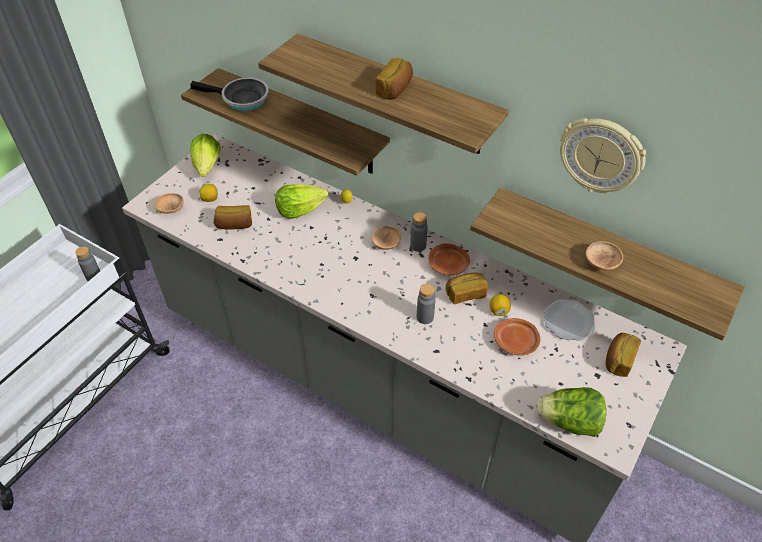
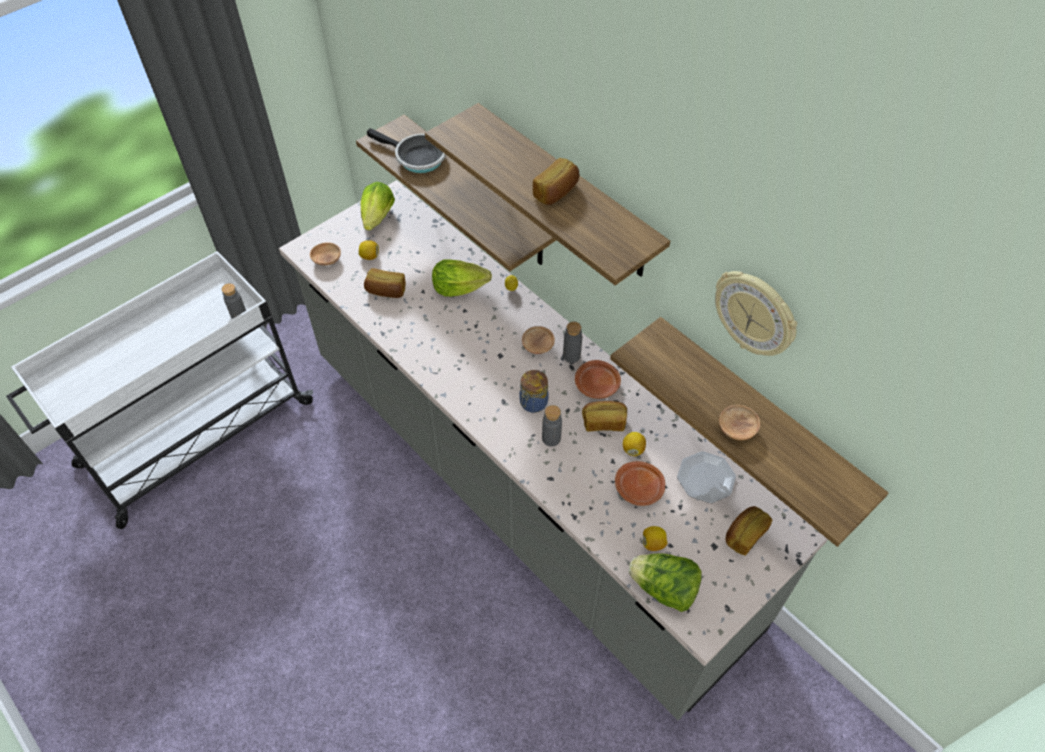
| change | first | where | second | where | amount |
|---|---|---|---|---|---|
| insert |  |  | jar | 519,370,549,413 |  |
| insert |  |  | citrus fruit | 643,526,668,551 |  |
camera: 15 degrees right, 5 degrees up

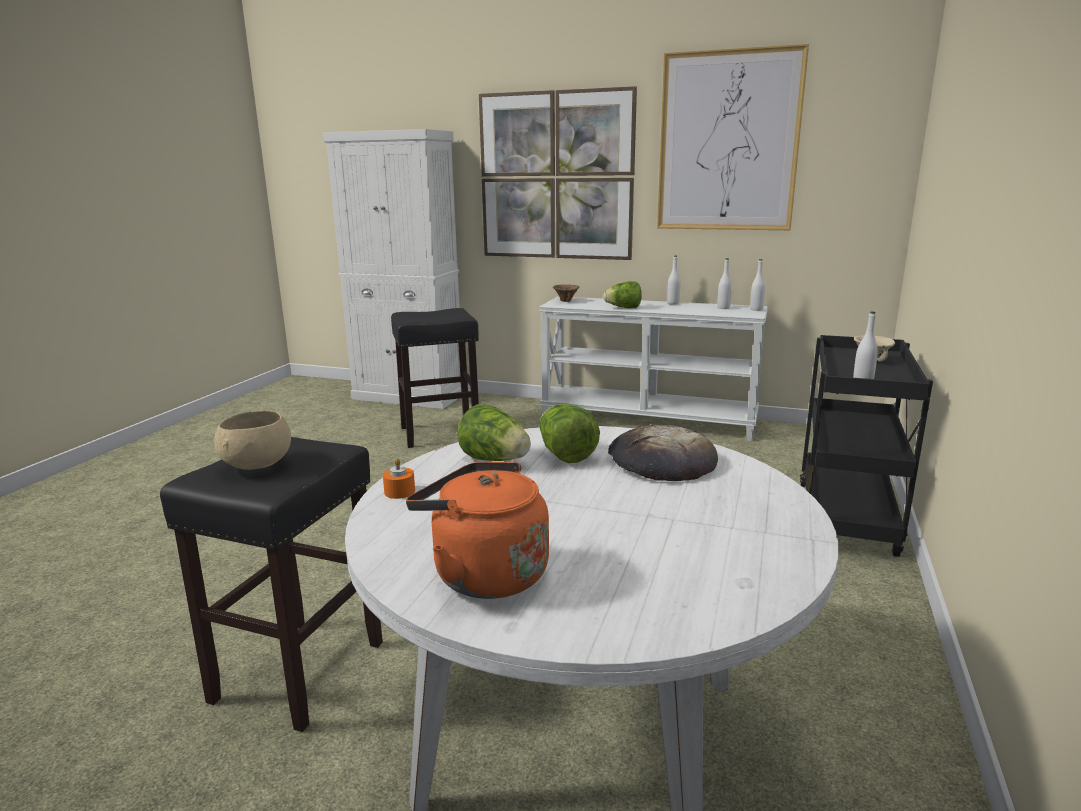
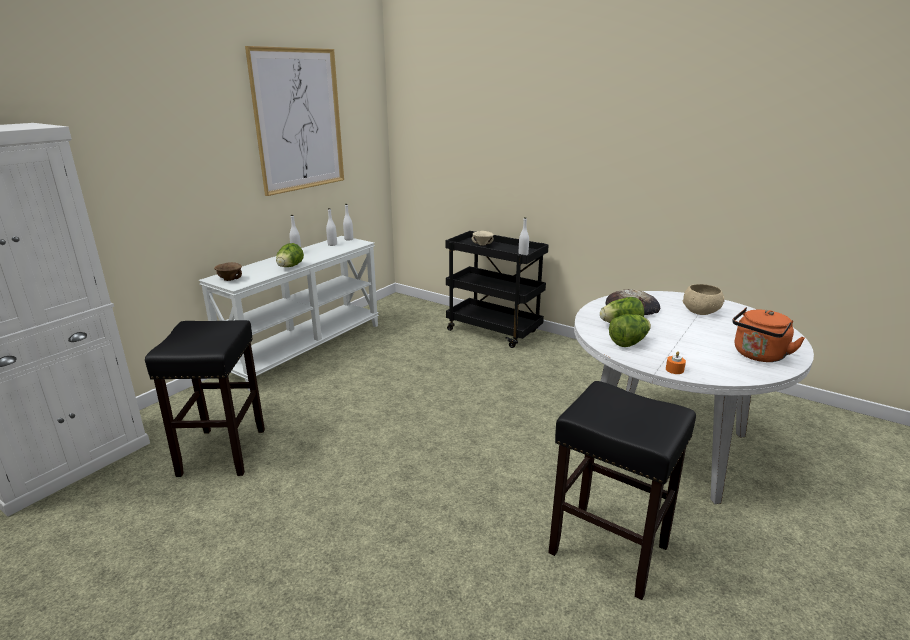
| change | first | where | second | where | amount |
|---|---|---|---|---|---|
| move | beige-coloured serving bowl | 214,411,291,470 |  | 683,284,725,315 |  |
| delete | wall art | 479,86,637,260 |  |  |  |
camera: 75 degrees left, 5 degrees up

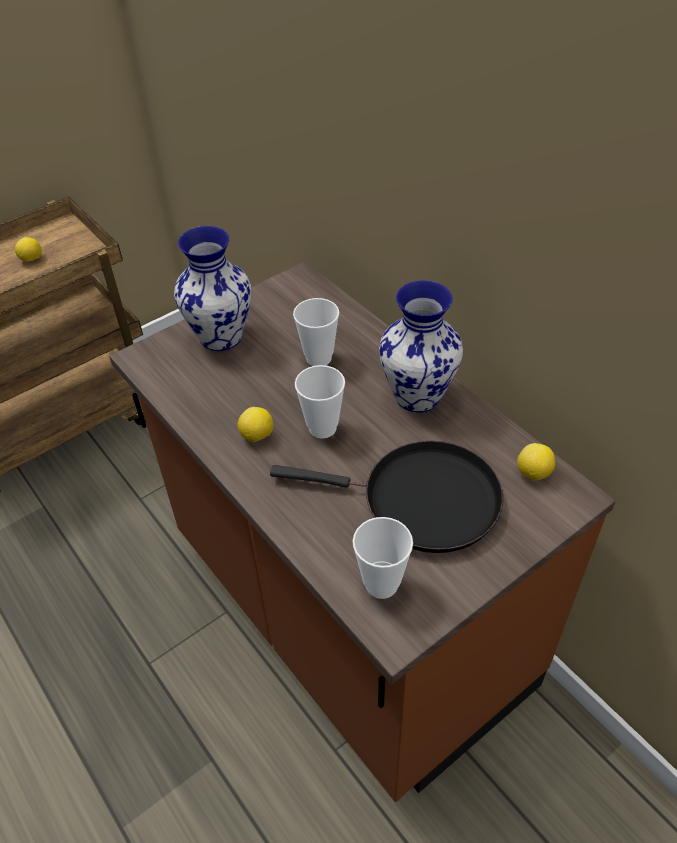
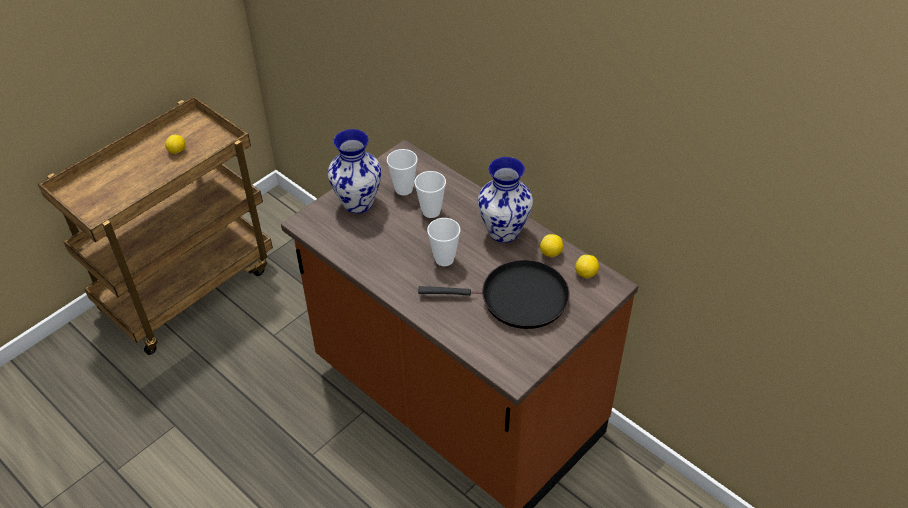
| change | first | where | second | where | amount |
|---|---|---|---|---|---|
| move | citrus fruit | 238,407,273,442 |  | 540,234,563,258 |  |
| move | drinking cup | 353,517,413,599 |  | 387,149,418,195 |  |
camera: 10 degrees left, 0 degrees up

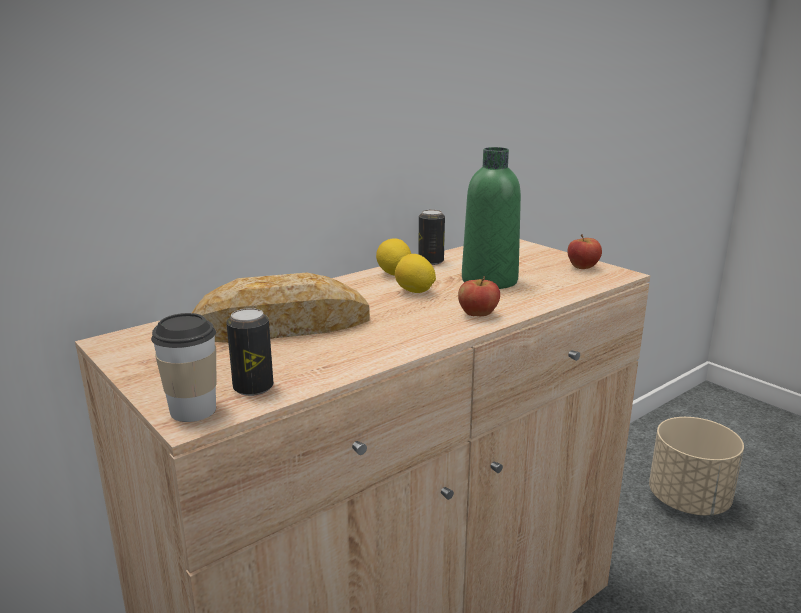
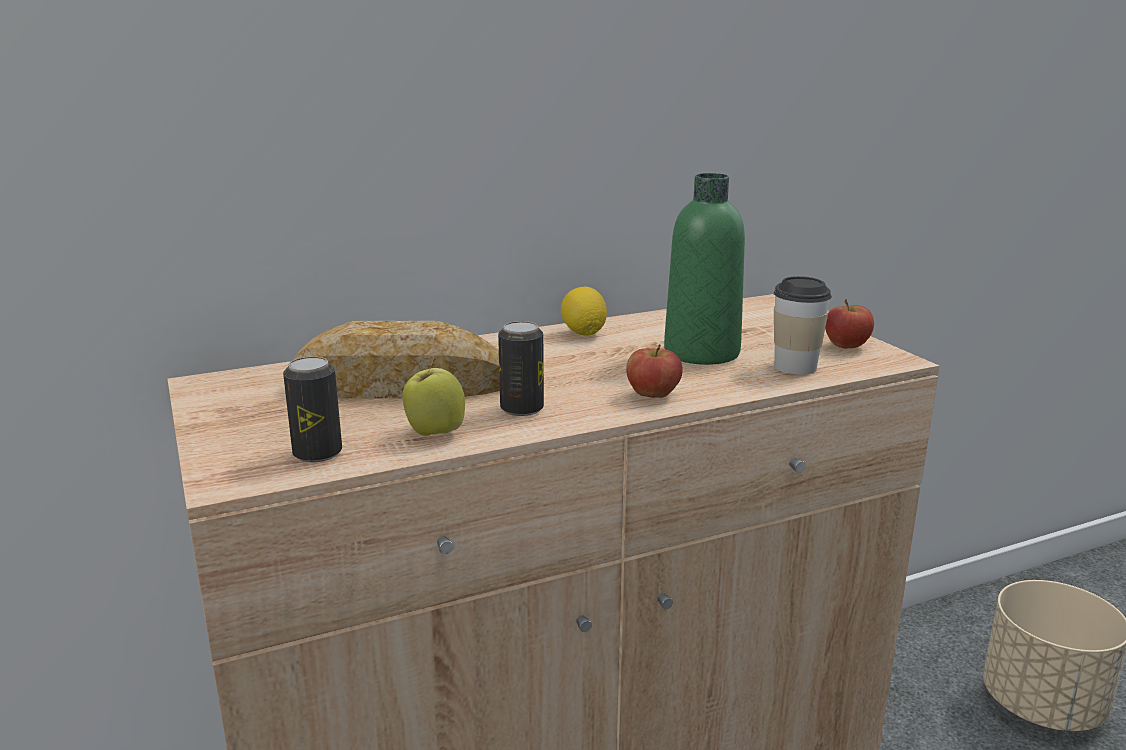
| change | first | where | second | where | amount |
|---|---|---|---|---|---|
| move | drinking cup | 151,313,216,422 |  | 774,276,832,375 |  |
| delete | citrus fruit | 395,254,436,293 |  |  |  |
| move | sealed can | 418,210,445,265 |  | 498,321,544,416 |  |
| insert |  |  | apple fruit | 402,358,465,436 |  |
camera: 15 degrees right, 0 degrees up

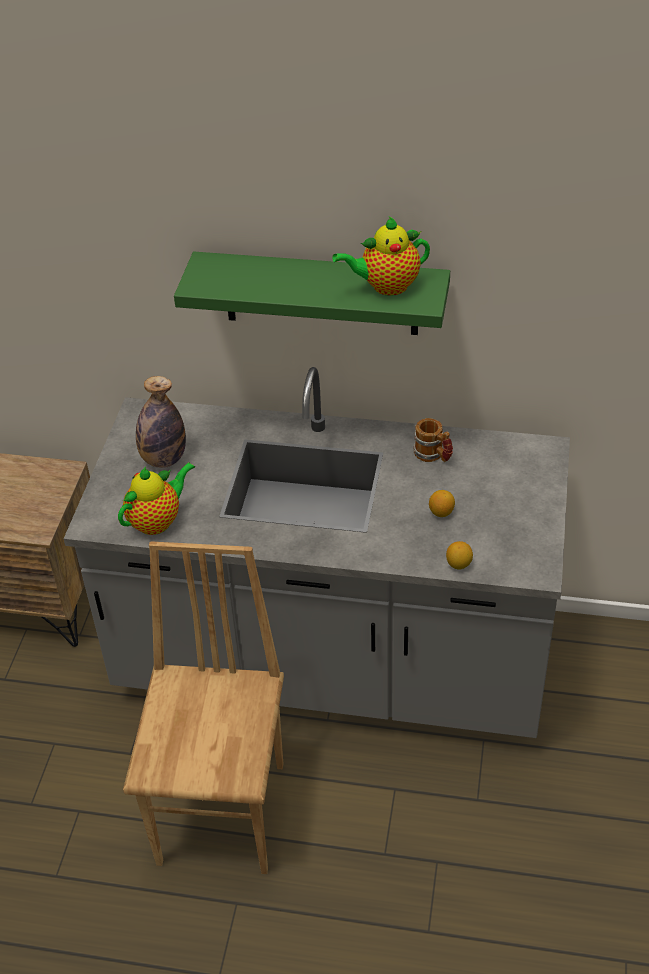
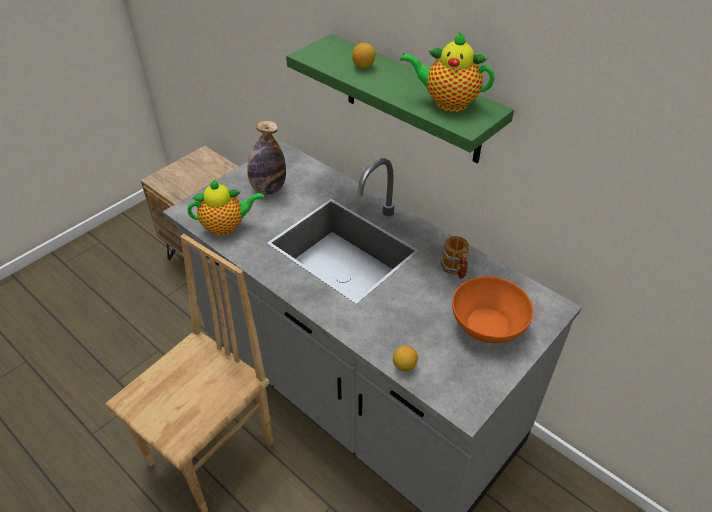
| change | first | where | second | where | amount |
|---|---|---|---|---|---|
| move | citrus fruit | 429,490,455,517 |  | 352,43,375,69 |  |
| insert |  |  | orange serving bowl | 452,276,533,343 |  |
camera: 30 degrees right, 0 degrees up

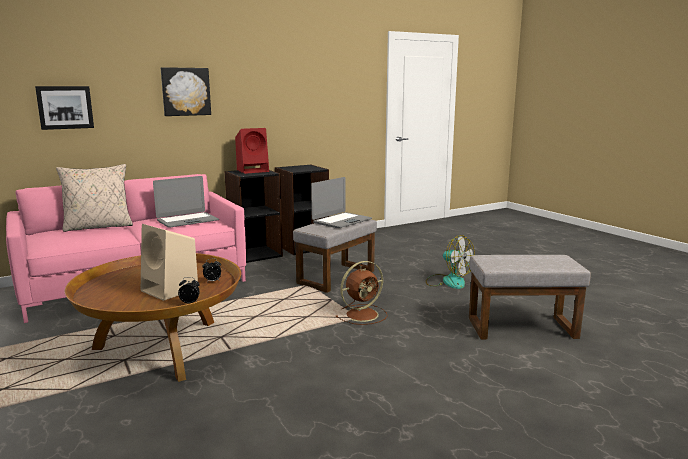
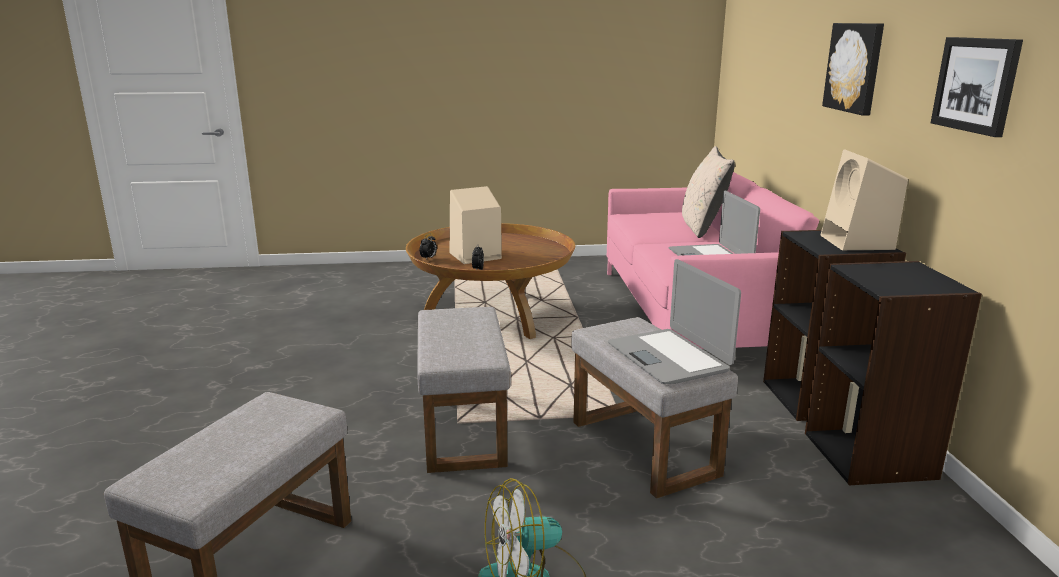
| change | first | where | second | where | amount |
|---|---|---|---|---|---|
| move | wall art | 35,86,94,130 |  | 931,37,1023,137 |  |
| recolor | red-coloured speaker | 235,128,269,174 | beige-coloured speaker | 821,149,908,250 |  |
| replace | brown cooling fan | 335,261,388,325 | gray footrest | 417,307,511,473 |  |
camera: 115 degrees right, 5 degrees up

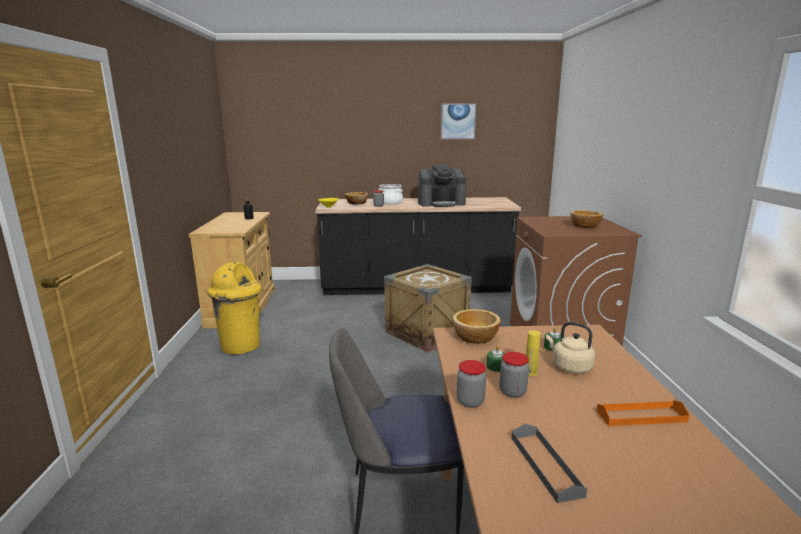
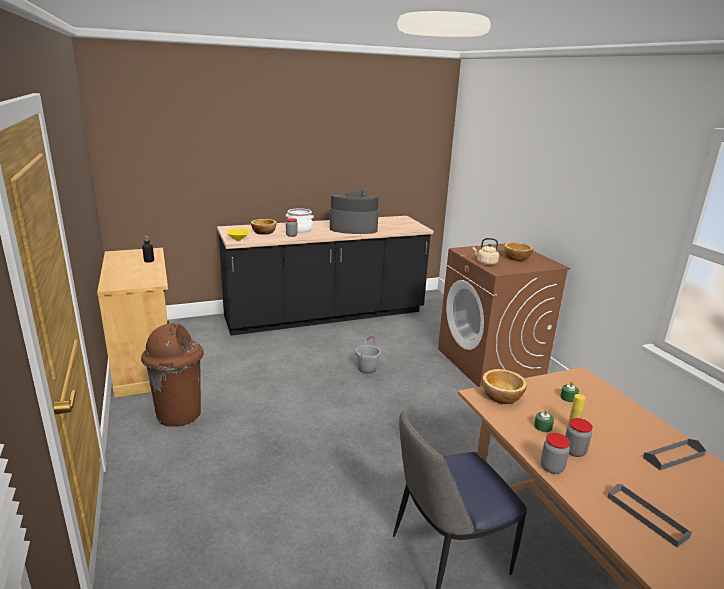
| change | first | where | second | where | amount |
|---|---|---|---|---|---|
| recolor | yellow rubbish bin | 207,262,262,355 | brown rubbish bin | 141,323,204,427 |  |
| replace | crate | 384,264,472,352 | gray water bucket | 356,335,381,374 |  |
| rotate | coffee maker | 418,165,466,207 |  | 330,189,379,234 | 150 degrees counterclockwise |
| delete | wall art | 441,103,476,139 |  |  |  |
| move | beige-coloured tea kettle | 546,322,595,374 |  | 473,238,499,265 |  |
| recolor | orange carrying tray | 597,400,690,426 | gray carrying tray | 643,439,706,470 |  |
camera: 20 degrees left, 5 degrees up

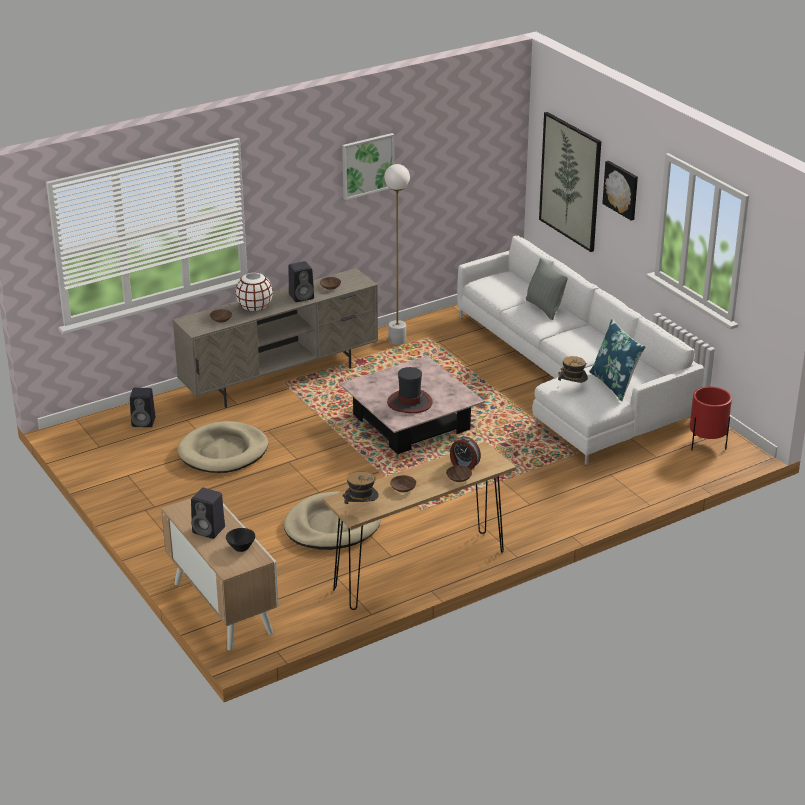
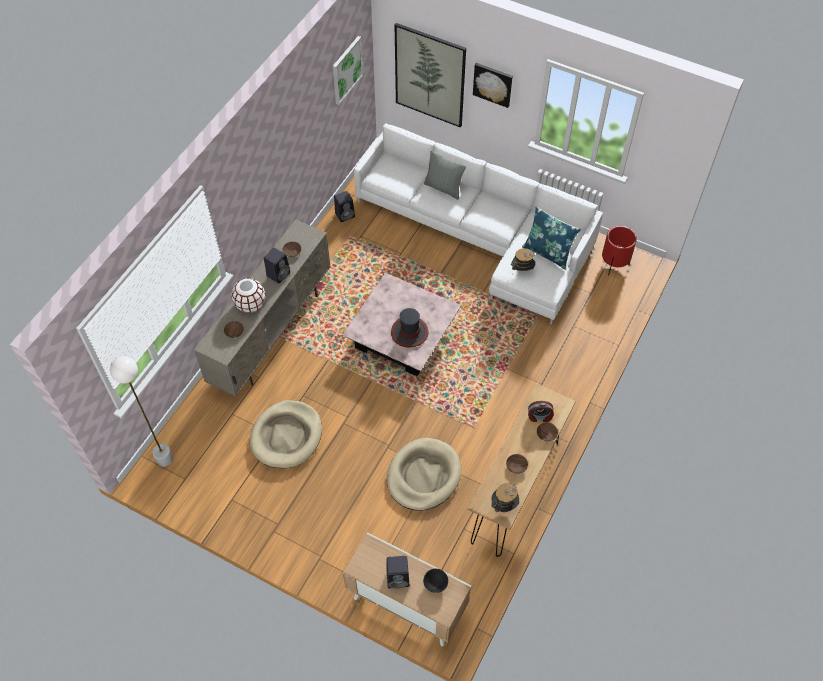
| change | first | where | second | where | amount |
|---|---|---|---|---|---|
| move | black-coloured speaker | 130,388,155,427 |  | 334,191,355,222 |  |
| move | wall art | 342,133,395,200 |  | 333,36,363,105 |  |
| move | white standard lamp | 384,164,410,345 |  | 110,357,173,467 |  |
camera: 30 degrees left, 25 degrees up

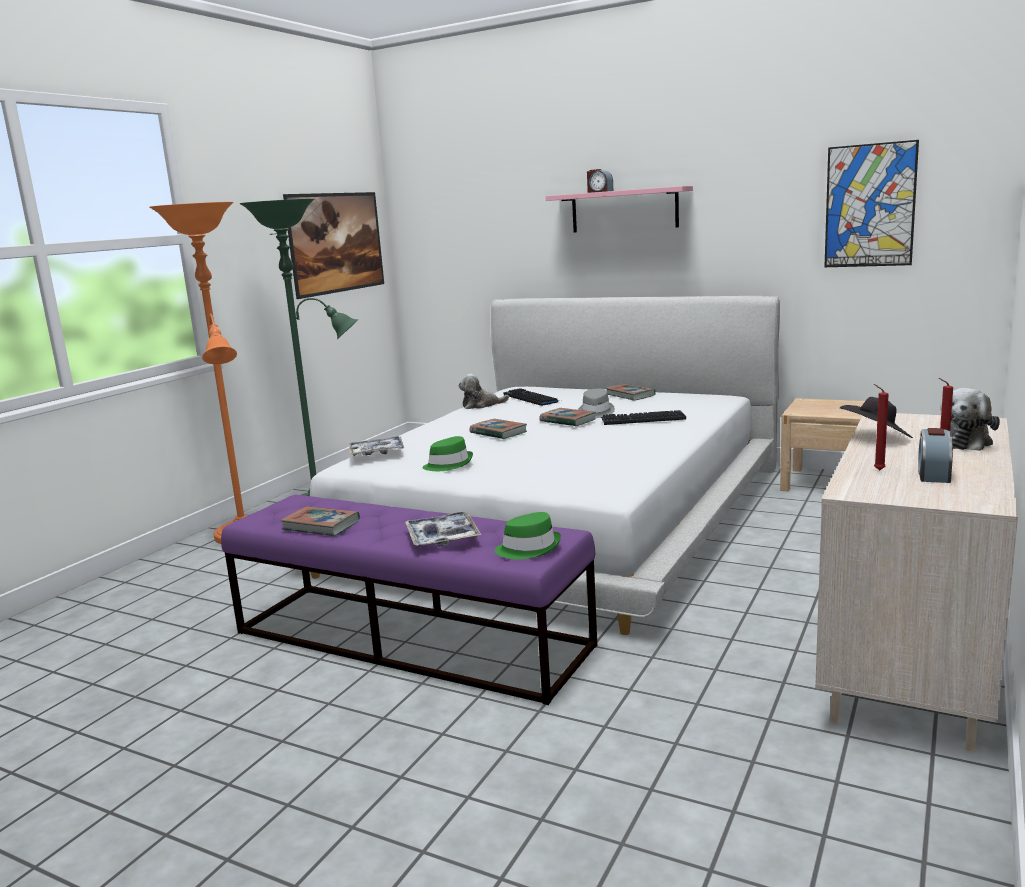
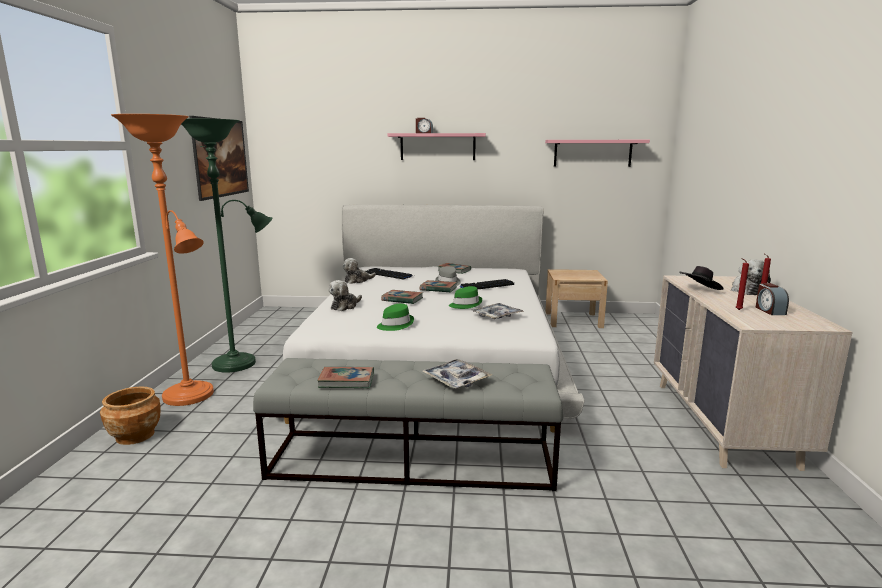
| change | first | where | second | where | amount |
|---|---|---|---|---|---|
| recolor | purple indoor bench | 221,495,597,705 | gray indoor bench | 253,358,563,491 |  |
| move | carrying tray | 349,436,404,456 |  | 472,303,524,319 |  |
| move | greenish clothing hat | 494,512,561,560 |  | 449,286,482,309 |  |
| replace | wall art | 824,140,919,267 | pink shelf | 545,140,650,167 |  |
| insert |  |  | brown plant pot | 100,386,161,445 |  |
| insert |  |  | cuddly toy | 328,280,362,311 |  |
camera: 25 degrees left, 0 degrees up

